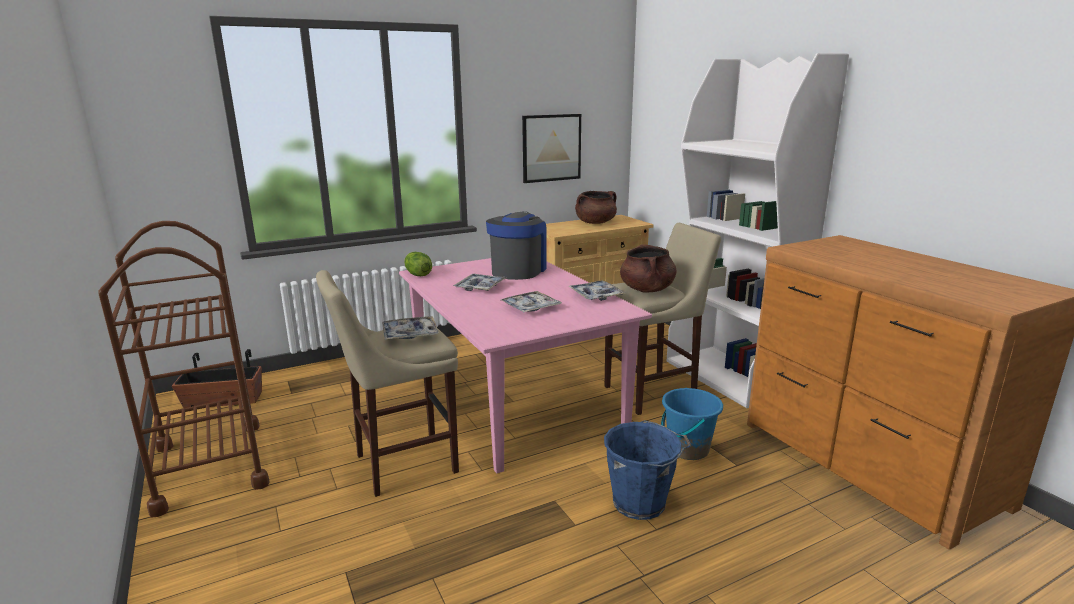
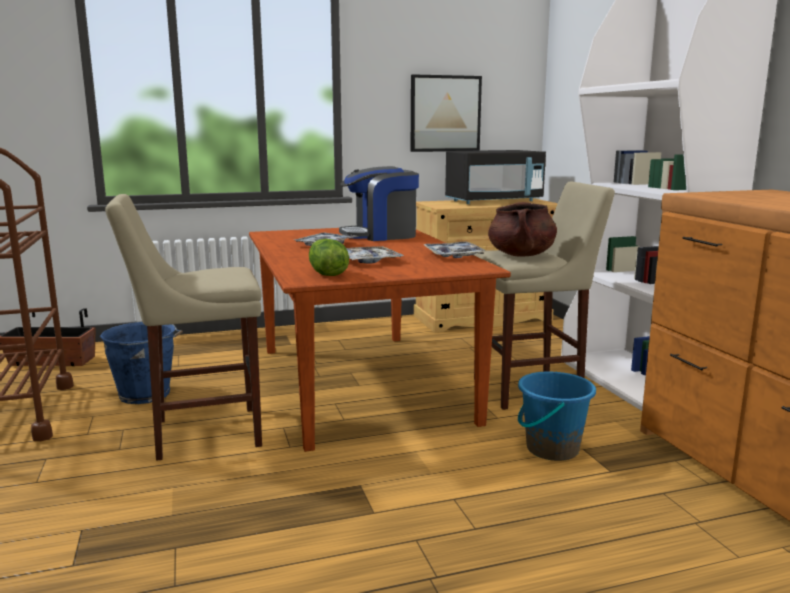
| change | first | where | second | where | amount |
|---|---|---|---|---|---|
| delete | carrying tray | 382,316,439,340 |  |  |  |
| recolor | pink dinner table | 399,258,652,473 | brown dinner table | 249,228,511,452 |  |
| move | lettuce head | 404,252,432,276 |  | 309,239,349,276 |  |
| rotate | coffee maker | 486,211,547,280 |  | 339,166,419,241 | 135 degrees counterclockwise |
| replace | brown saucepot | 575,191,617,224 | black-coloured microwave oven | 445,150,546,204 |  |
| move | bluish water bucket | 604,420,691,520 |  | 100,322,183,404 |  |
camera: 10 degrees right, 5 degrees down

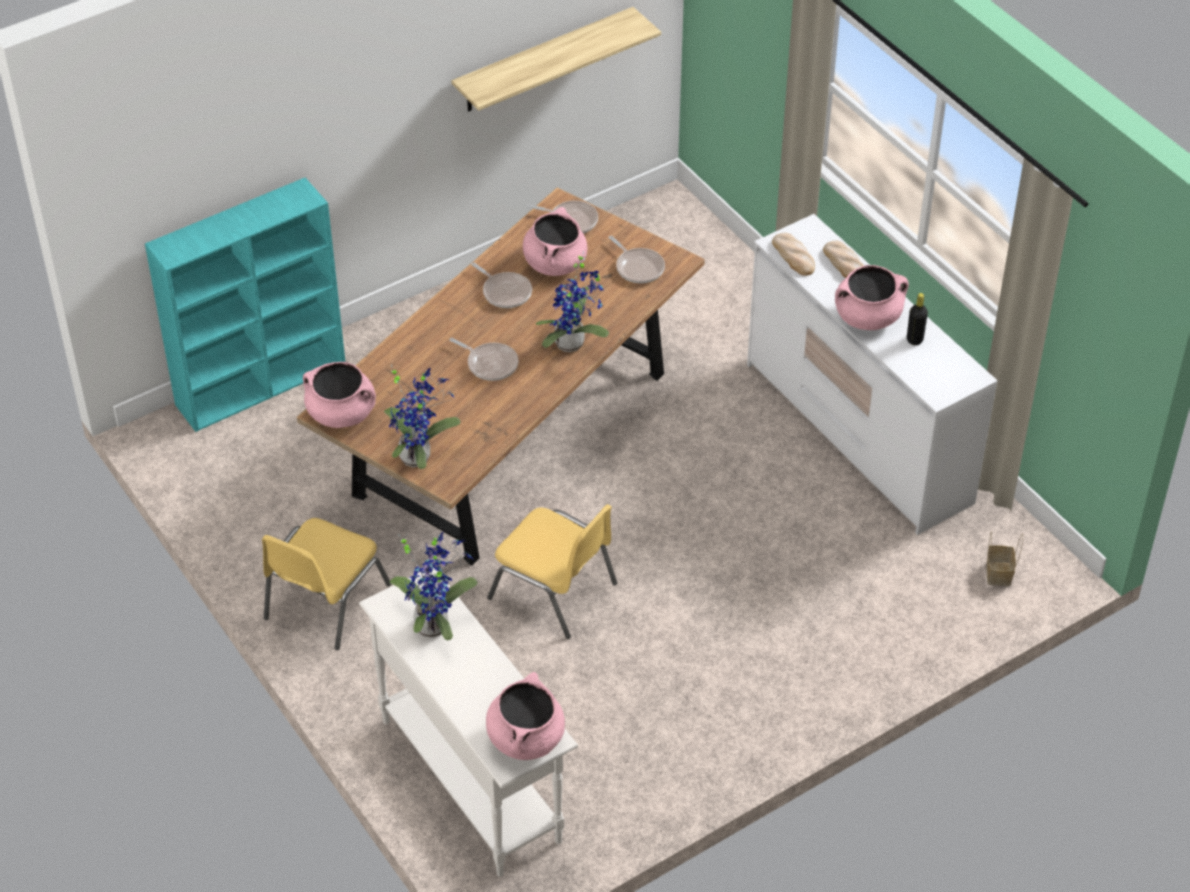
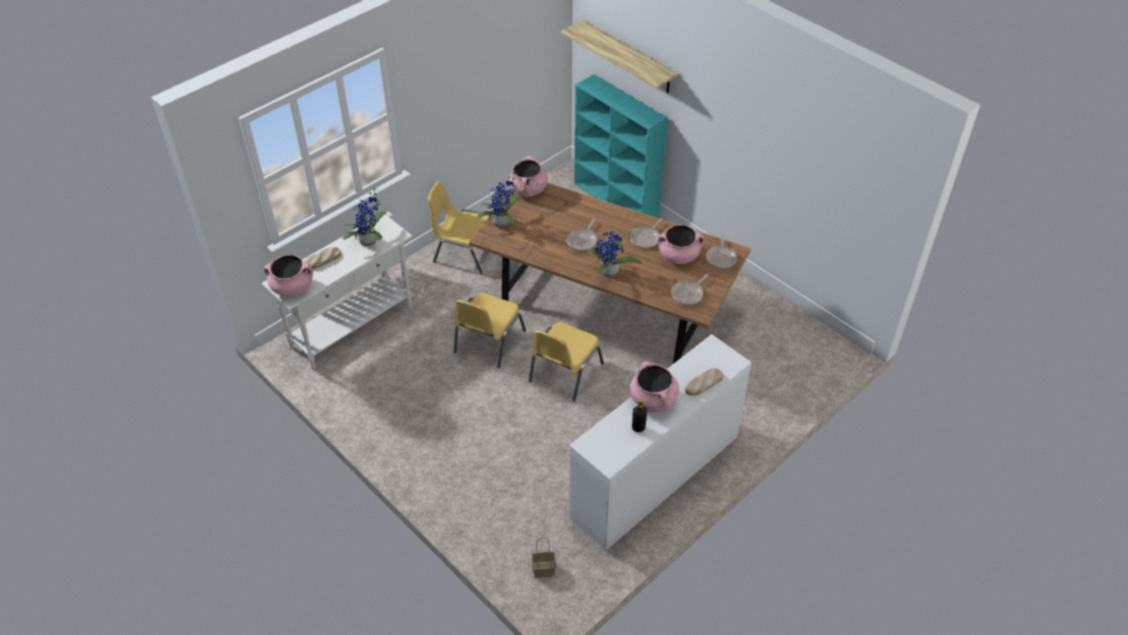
| change | first | where | second | where | amount |
|---|---|---|---|---|---|
| move | shelf | 451,7,661,111 |  | 561,20,679,93 |  |
| move | baked bread | 772,233,815,276 |  | 305,247,341,269 |  |
| insert |  |  | yellow upright chair | 529,322,604,401 |  |
camera: 80 degrees right, 0 degrees up

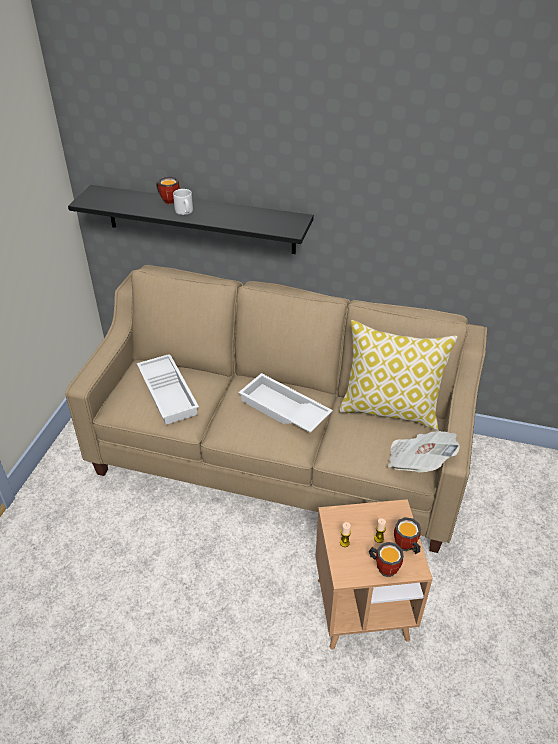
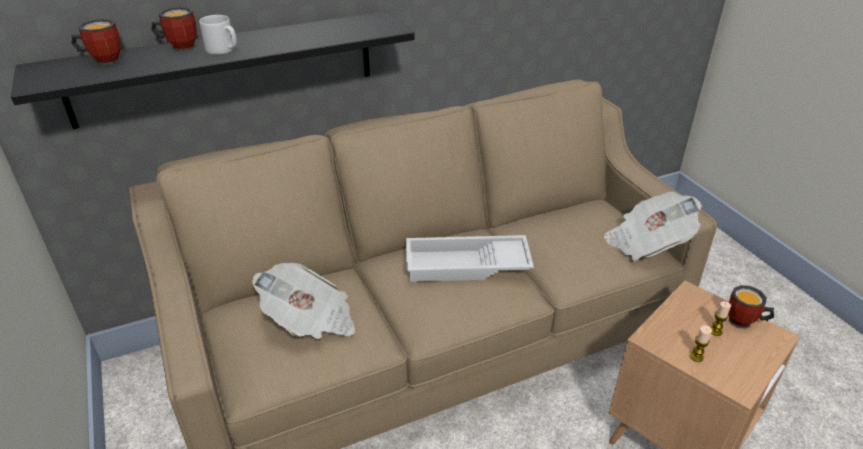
| change | first | where | second | where | amount |
|---|---|---|---|---|---|
| replace | white carrying tray | 137,354,199,425 | daily paper | 252,263,355,339 |  |
| delete | cushion | 339,320,457,430 |  |  |  |
| move | tea mug | 369,542,404,577 |  | 71,19,121,65 |  |
camera: 40 degrees left, 5 degrees down

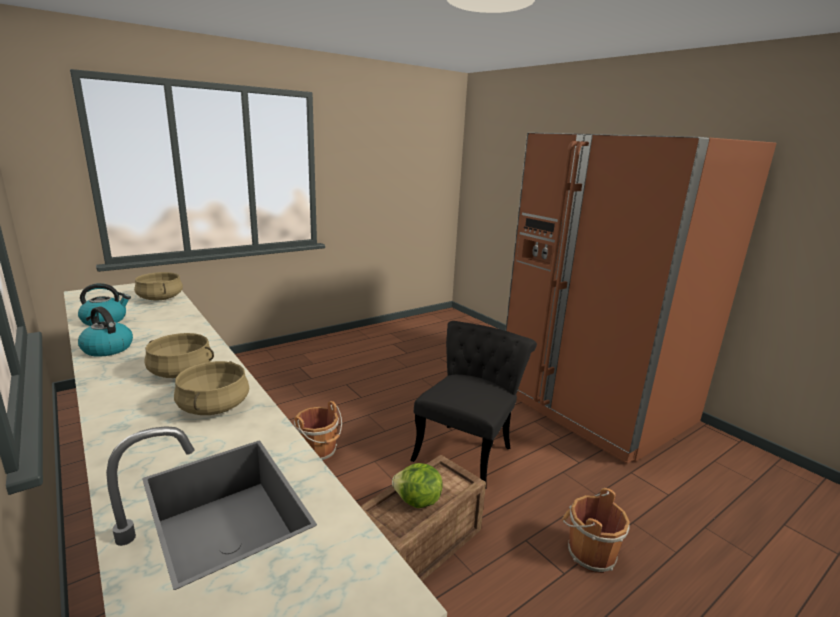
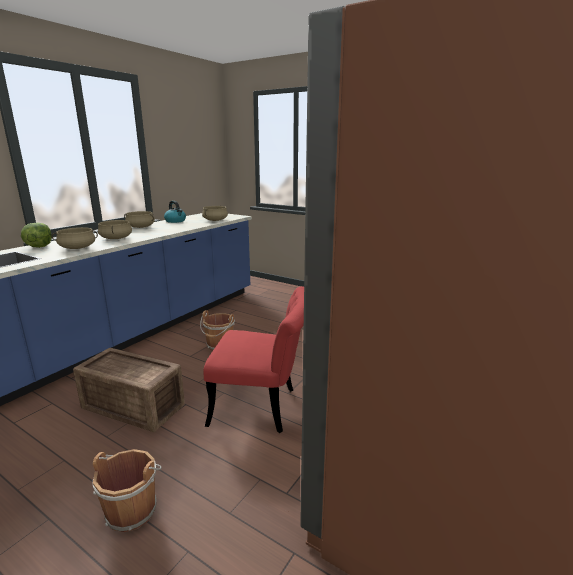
| change | first | where | second | where | amount |
|---|---|---|---|---|---|
| replace | tea kettle | 78,307,133,357 | beige-coloured saucepot | 124,211,155,228 |  |
| move | lettuce head | 392,463,442,508 |  | 21,223,52,248 |  |
| recolor | black-coloured upright chair | 410,321,537,490 | red-coloured upright chair | 204,286,304,433 |  |
camera: 70 degrees right, 0 degrees up

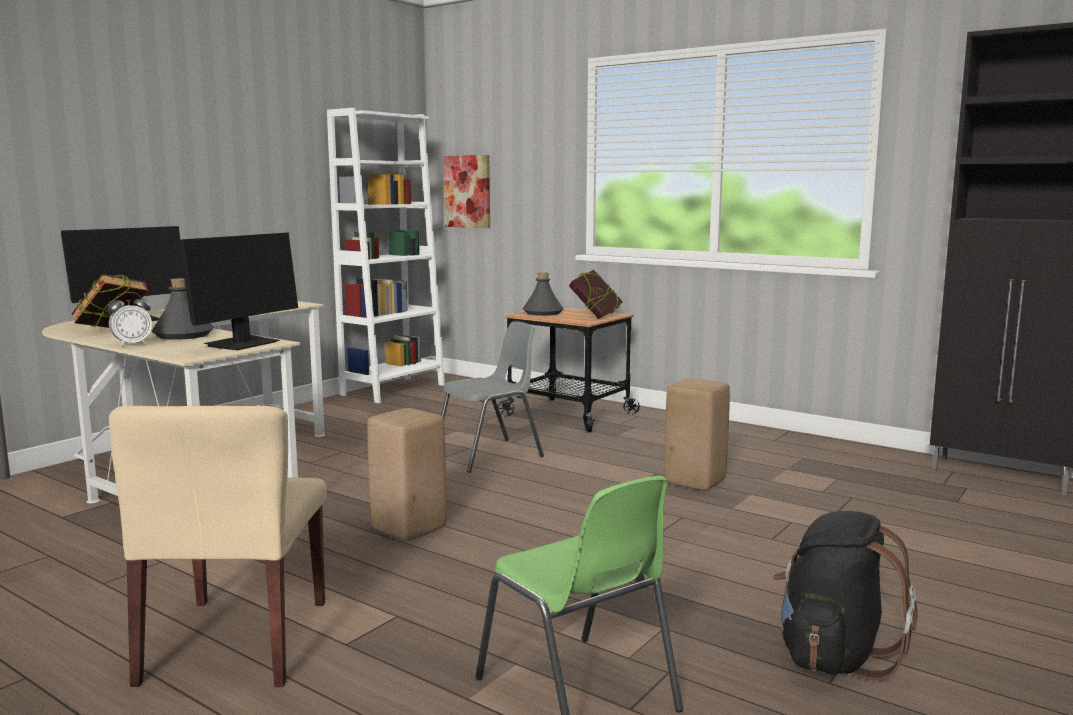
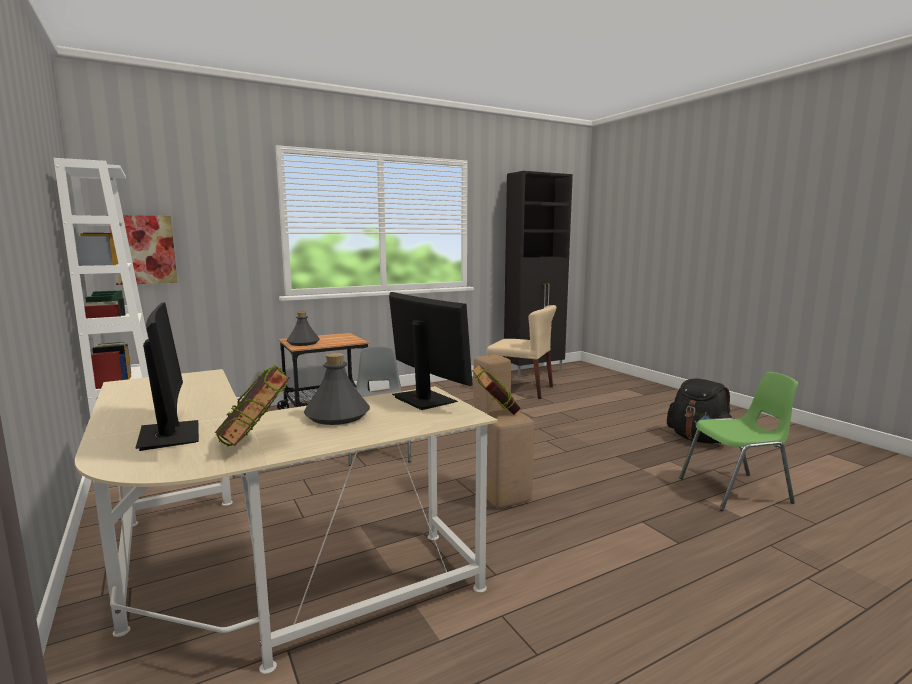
| change | first | where | second | where | amount |
|---|---|---|---|---|---|
| delete | bedside clock | 107,292,152,346 |  |  |  |
| move | beige-coloured upright chair | 109,406,327,687 |  | 487,305,557,399 |  |
| move | book | 569,270,623,319 |  | 472,364,521,415 |  |
camera: 65 degrees left, 0 degrees up

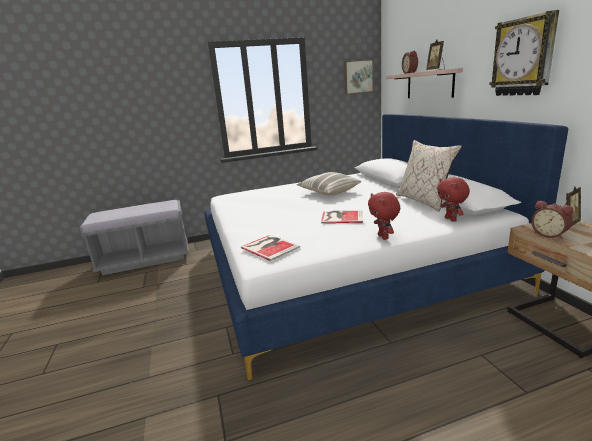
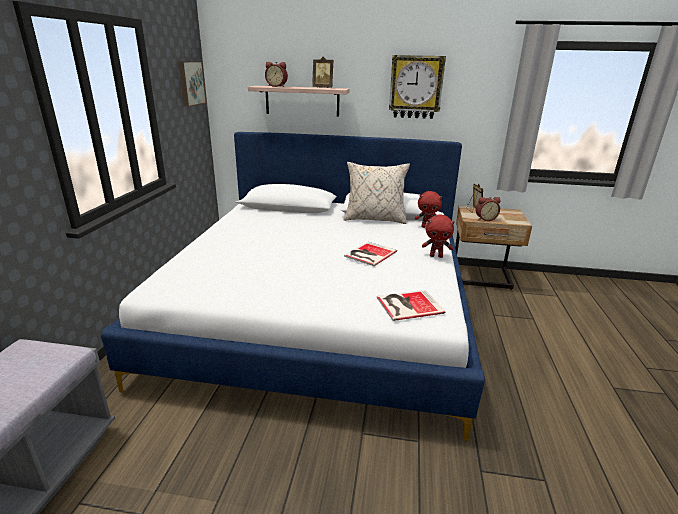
| change | first | where | second | where | amount |
|---|---|---|---|---|---|
| delete | cushion | 297,172,361,195 |  |  |  |
camera: 65 degrees left, 5 degrees up

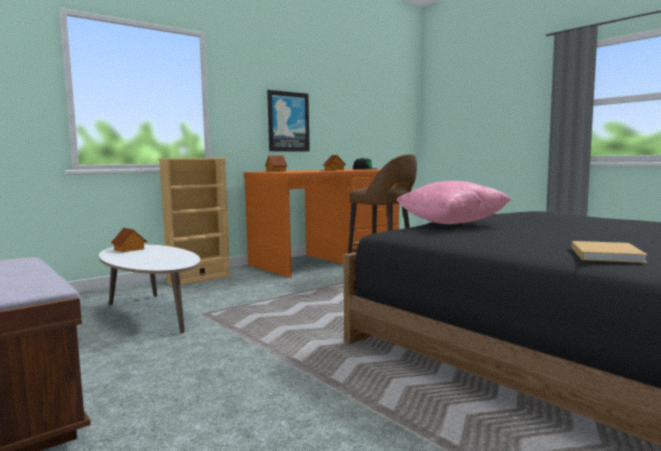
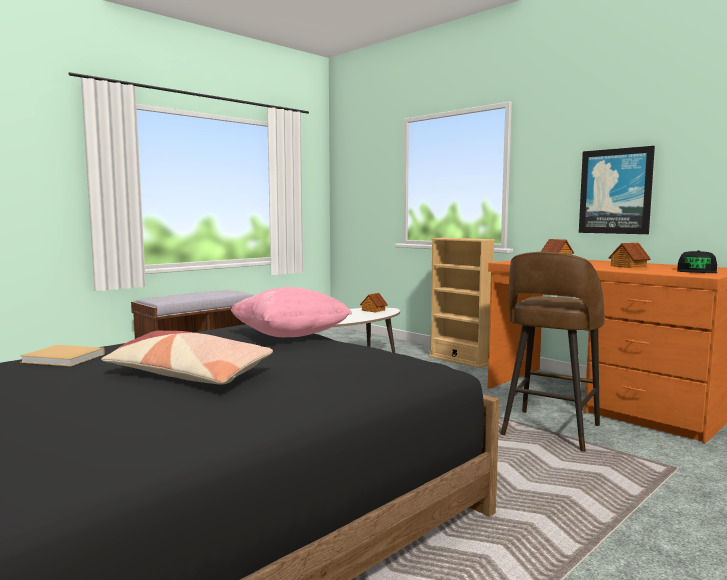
| change | first | where | second | where | amount |
|---|---|---|---|---|---|
| insert |  |  | cushion | 101,331,273,384 |  |
camera: 85 degrees right, 0 degrees up

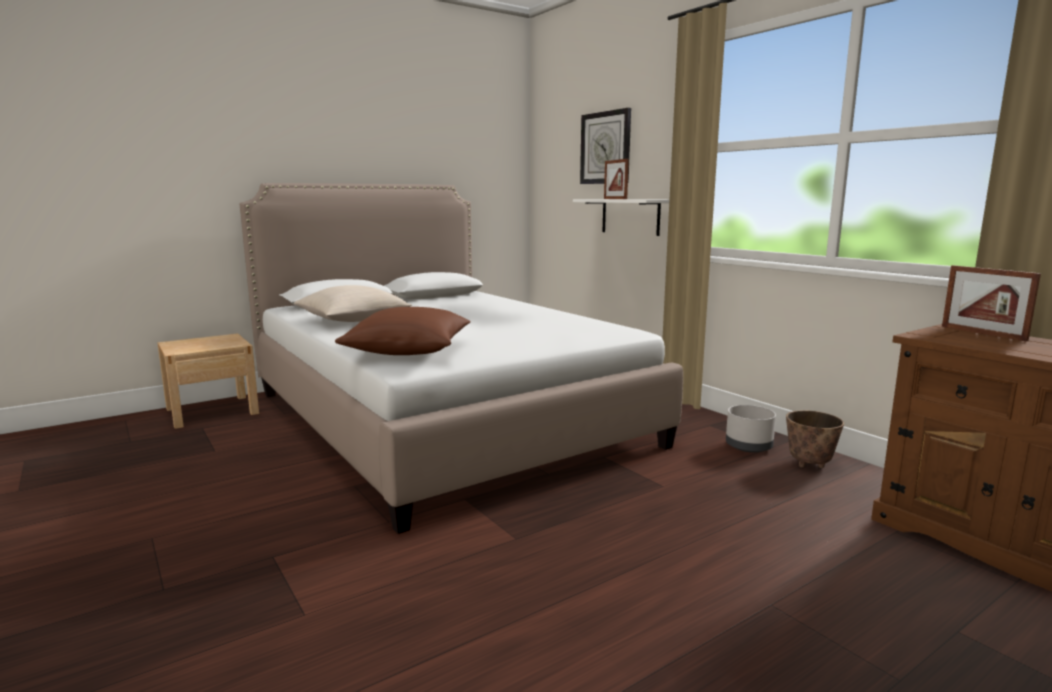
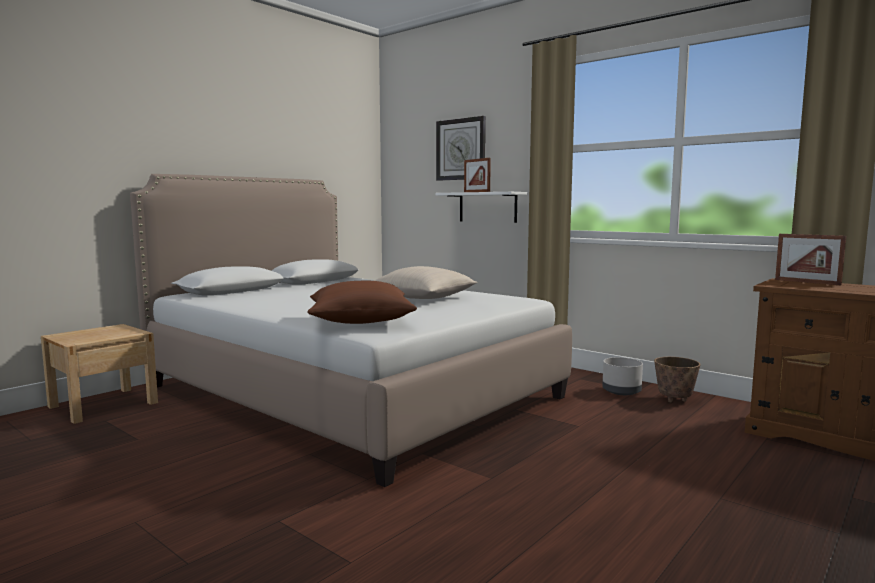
| change | first | where | second | where | amount |
|---|---|---|---|---|---|
| move | beige-coloured cushion | 294,285,412,322 |  | 374,266,478,299 |  |
camera: 15 degrees left, 5 degrees down

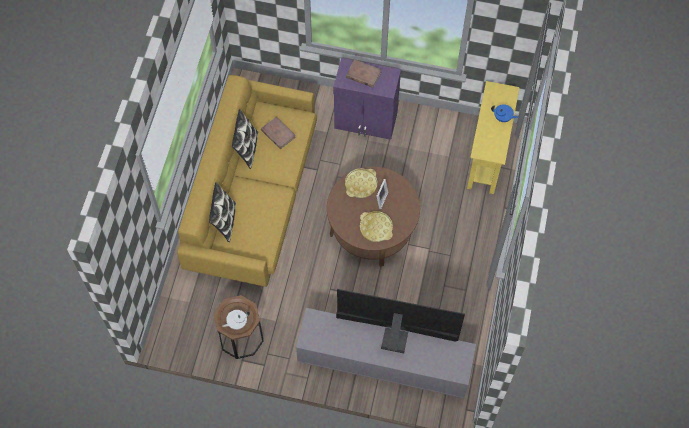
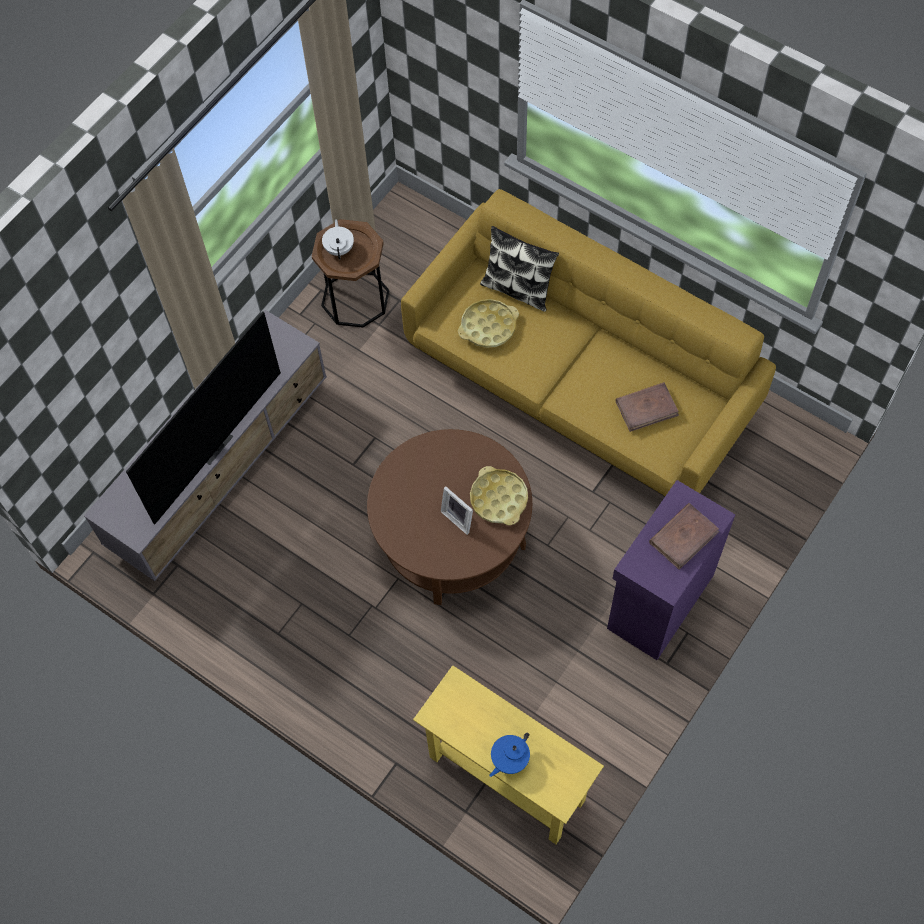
| change | first | where | second | where | amount |
|---|---|---|---|---|---|
| delete | cushion | 232,109,258,169 |  |  |  |
| move | yellow carrying tray | 360,211,393,242 |  | 458,299,519,348 |  |
camera: 115 degrees right, 0 degrees up

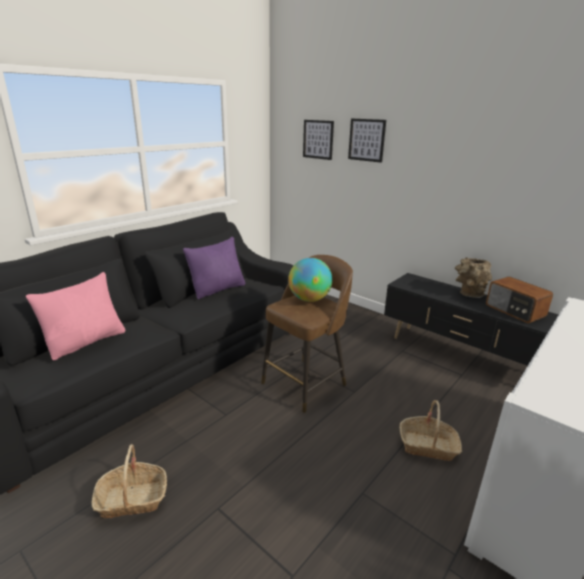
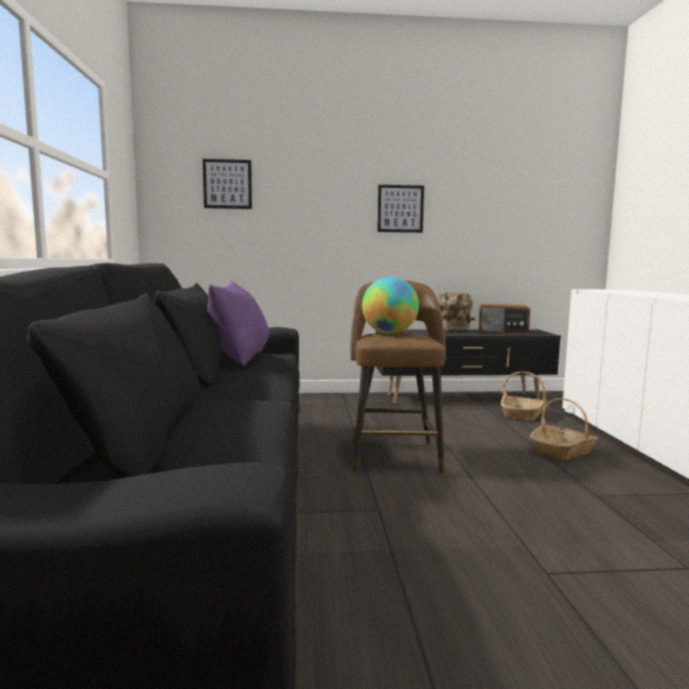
| change | first | where | second | where | amount |
|---|---|---|---|---|---|
| delete | pink cushion | 26,272,125,360 |  |  |  |
| move | storage basket | 91,444,167,518 |  | 501,372,547,421 |  |
| move | wall art | 348,119,386,163 |  | 377,185,424,233 |  |
camera: 45 degrees left, 15 degrees down

